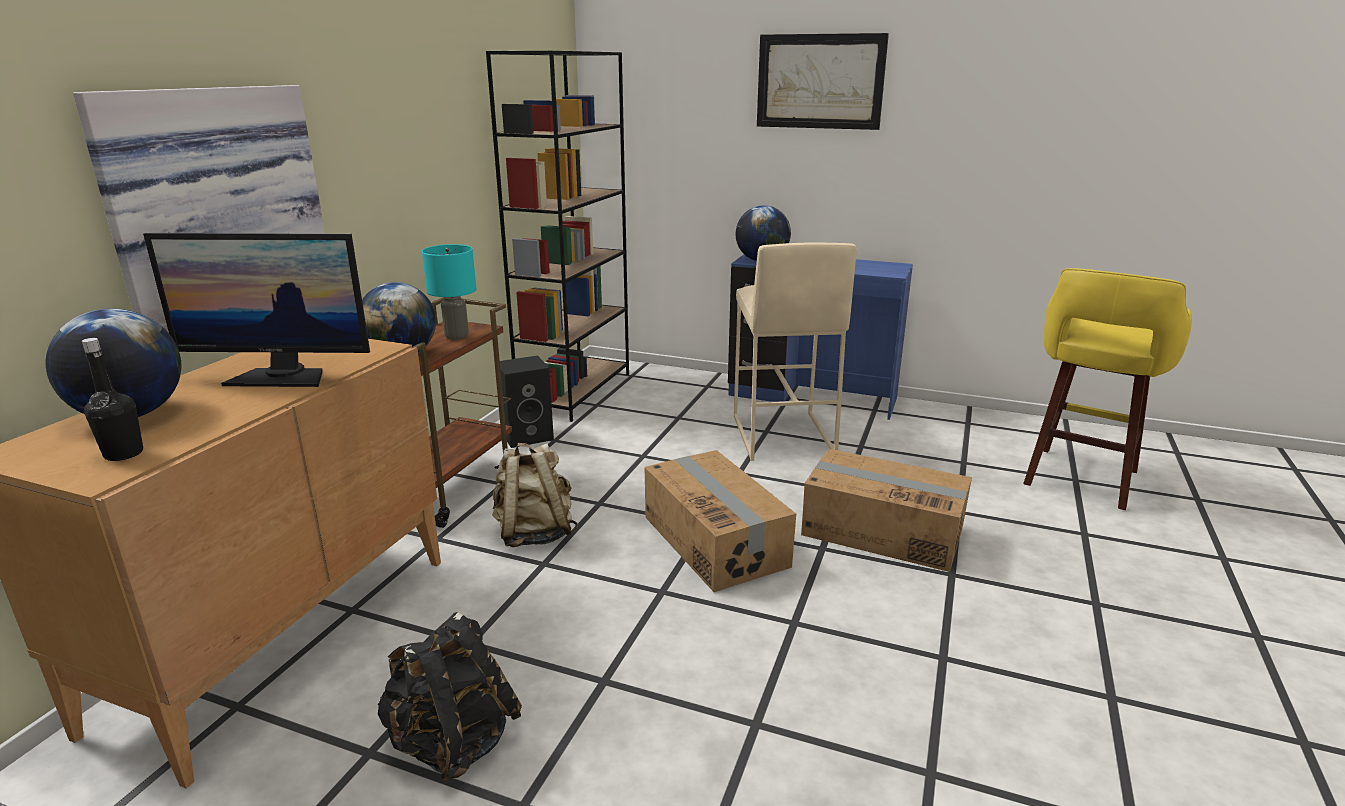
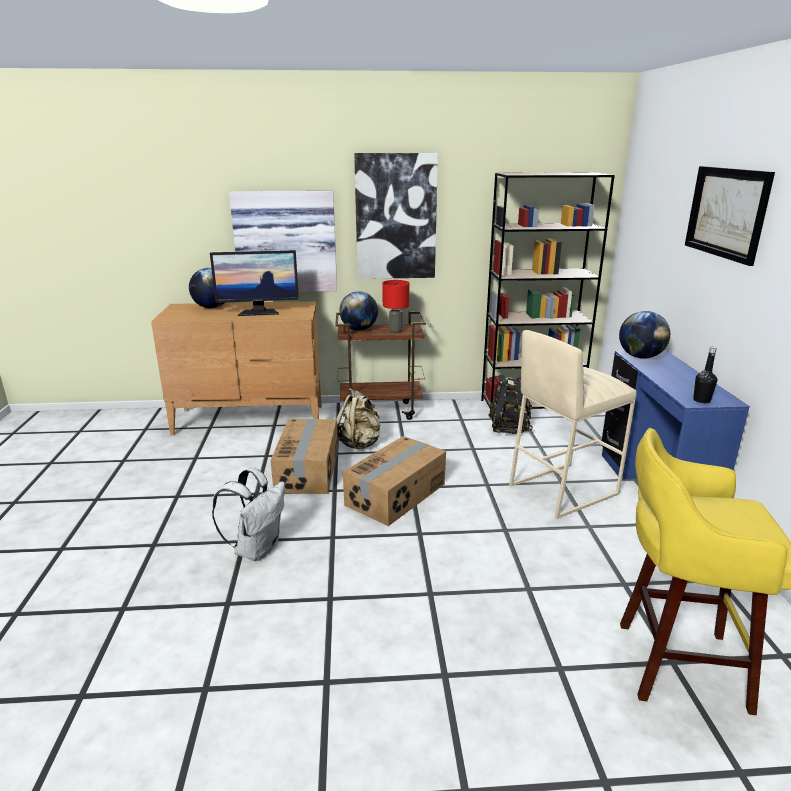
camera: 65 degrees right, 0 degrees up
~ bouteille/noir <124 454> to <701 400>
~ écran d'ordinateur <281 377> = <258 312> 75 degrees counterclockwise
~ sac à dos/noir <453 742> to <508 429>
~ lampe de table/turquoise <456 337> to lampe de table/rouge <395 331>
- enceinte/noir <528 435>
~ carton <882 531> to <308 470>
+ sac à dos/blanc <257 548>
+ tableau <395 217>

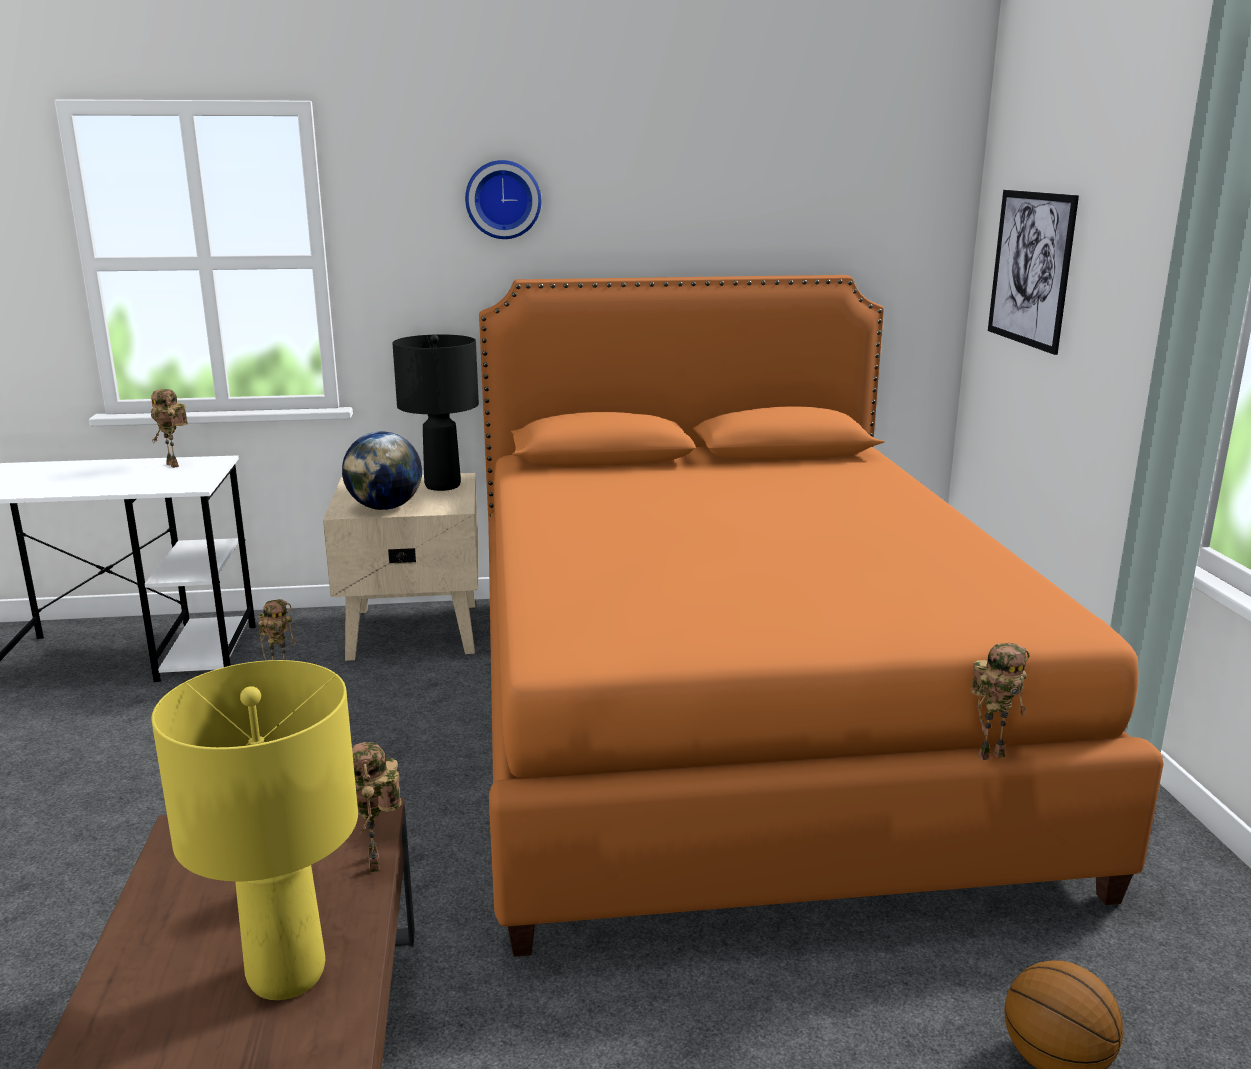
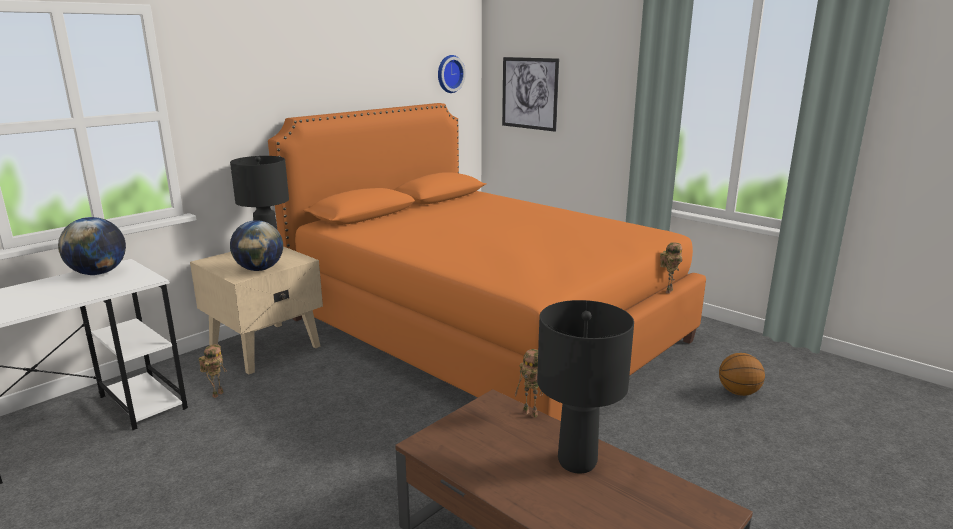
camera: 40 degrees left, 0 degrees up
~ robot jouet <175 465> to globe <98 273>
~ lampe de table/jaune <285 975> to lampe de table/noir <577 462>
~ horloge murale <503 199> to <449 74>

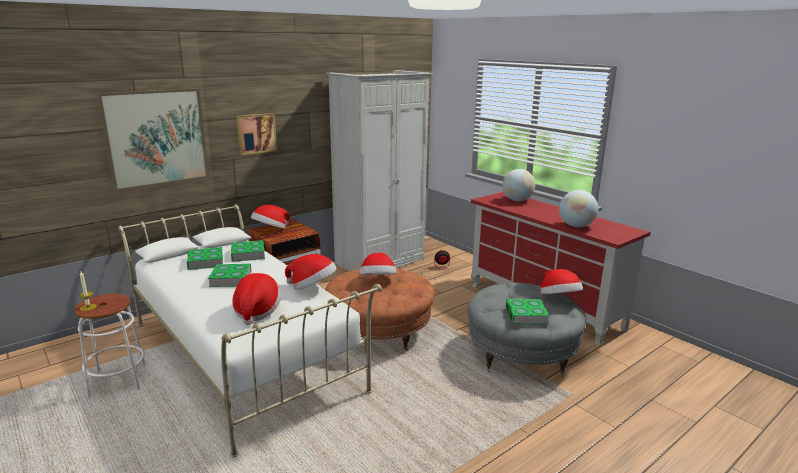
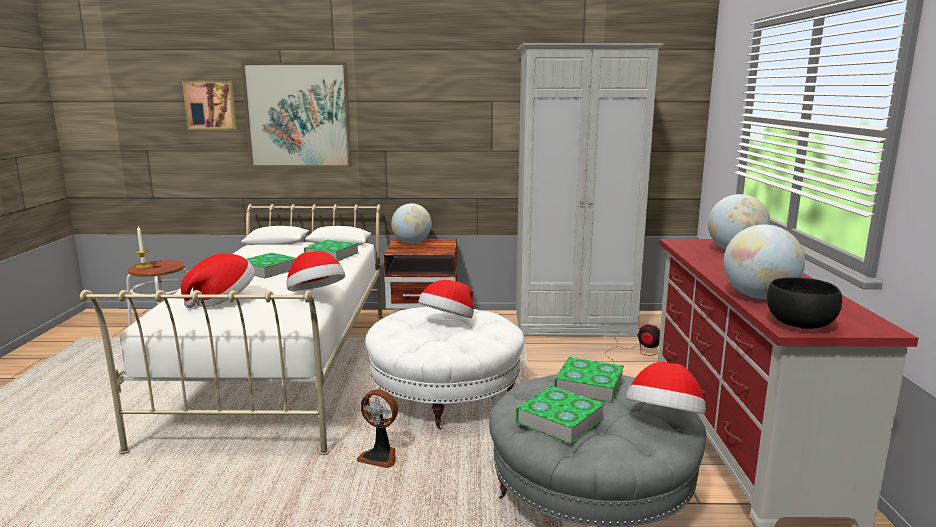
camera: 40 degrees right, 5 degrees down
~ livre <205 262> to <589 385>
~ tableau <256 133> to <210 105>
~ chapeau <270 230> to globe <411 243>
~ pouf/marron <379 331> to pouf/blanc <445 396>
+ ventilateur <380 456>
+ bol/noir <800 325>

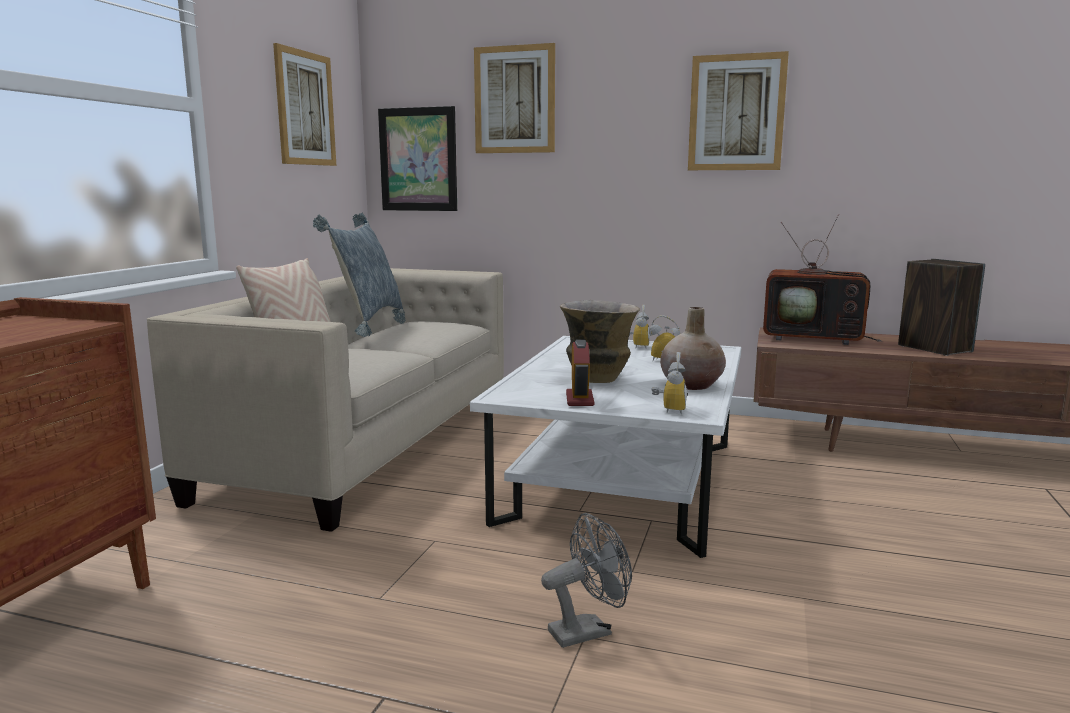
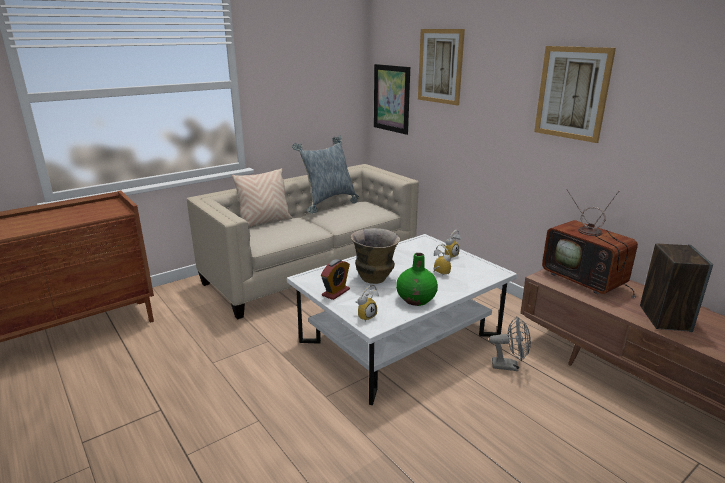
camera: 35 degrees right, 10 degrees up
- tableau <305 108>
~ ventilateur/gris <588 630> to <509 366>
~ vase/beige <692 385> to vase/vert <416 300>

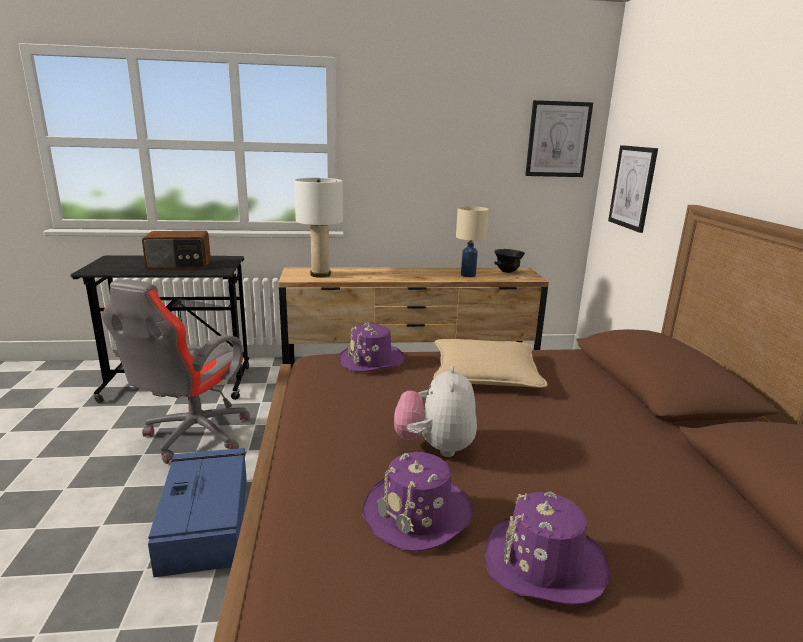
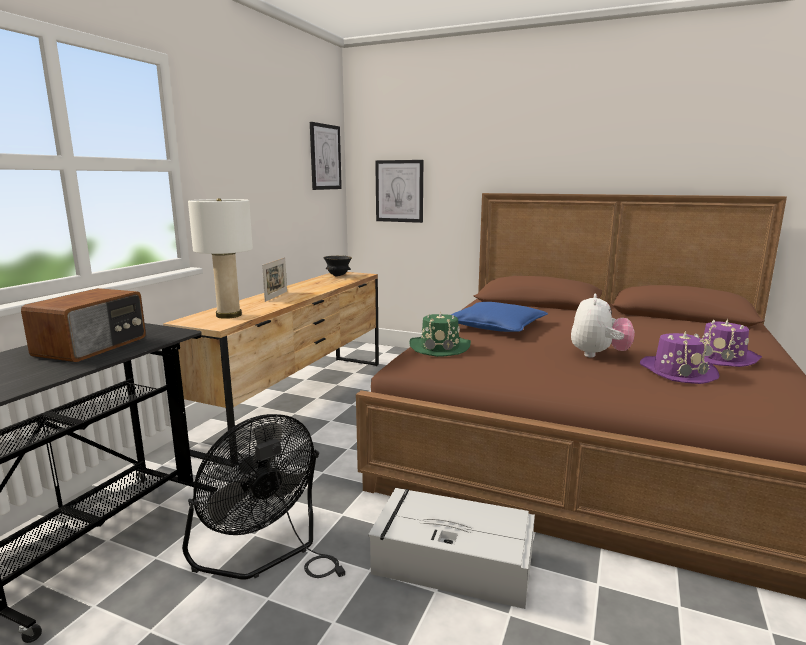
camera: 60 degrees left, 5 degrees down
~ chaise de bureau/gris <191 439> to ventilateur/noir <275 551>
~ boîte de rangement/bleu <206 520> to boîte de rangement/gris <451 561>
~ chapeau/violet <371 360> to chapeau/vert <440 347>
~ peluche <435 447> = <598 355> 105 degrees counterclockwise
~ coussin/beige <485 373> to coussin/bleu <496 325>
- lampe de table/beige <467 275>
+ cadre photo <276 296>

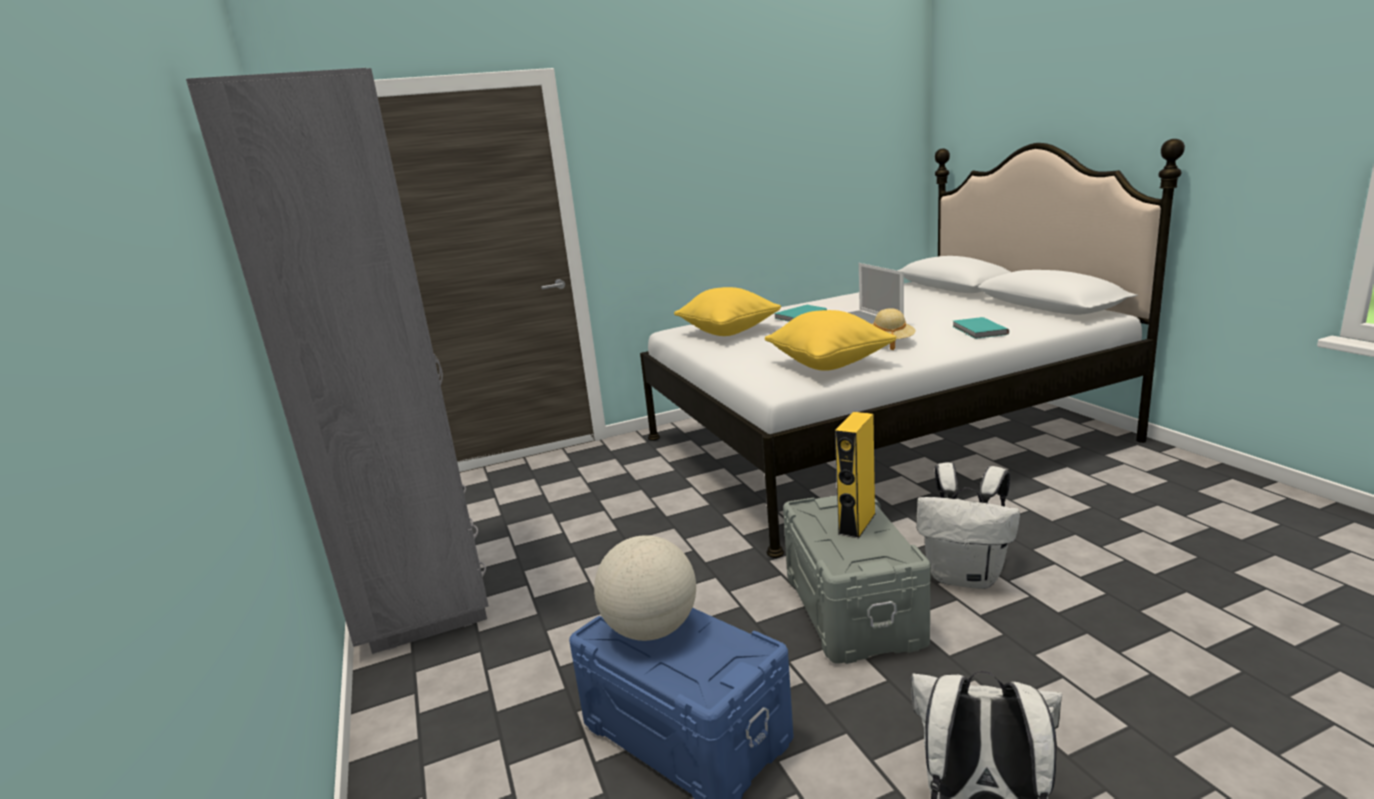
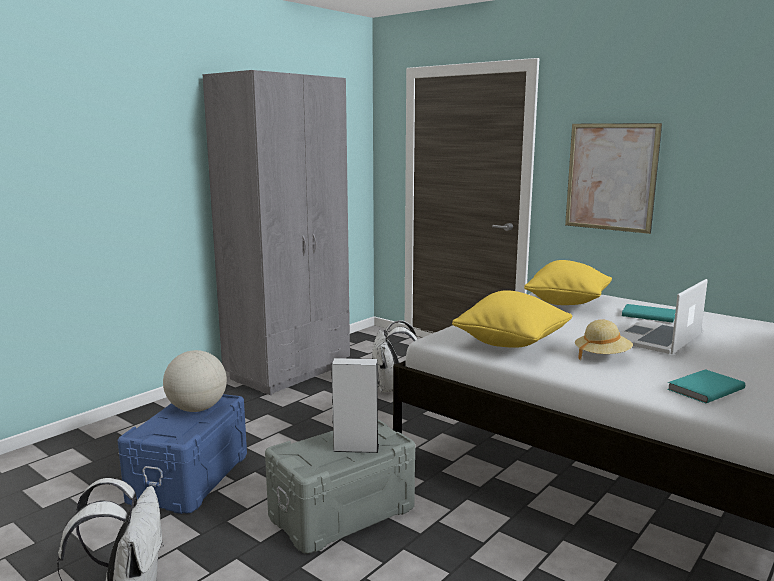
camera: 60 degrees right, 5 degrees down
~ enceinte/jaune <857 523> to enceinte/gris <356 448>
~ sac à dos/blanc <966 576> to <392 388>
+ tableau <611 177>

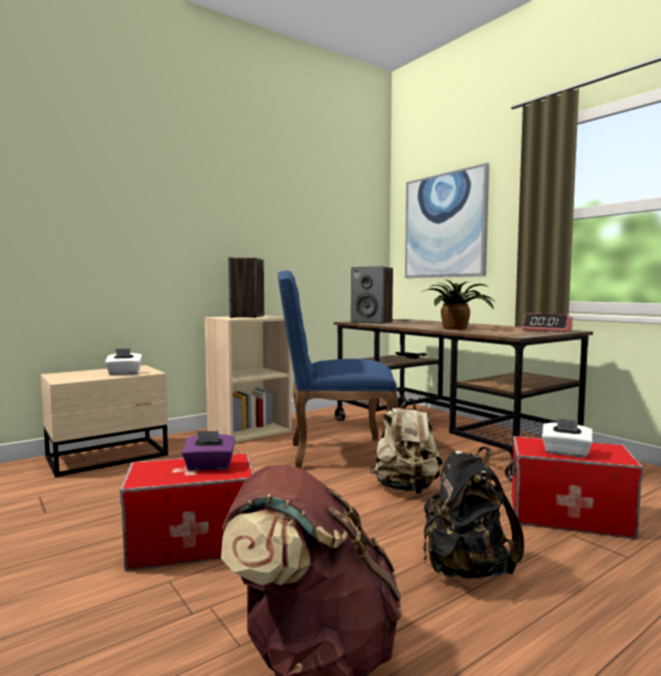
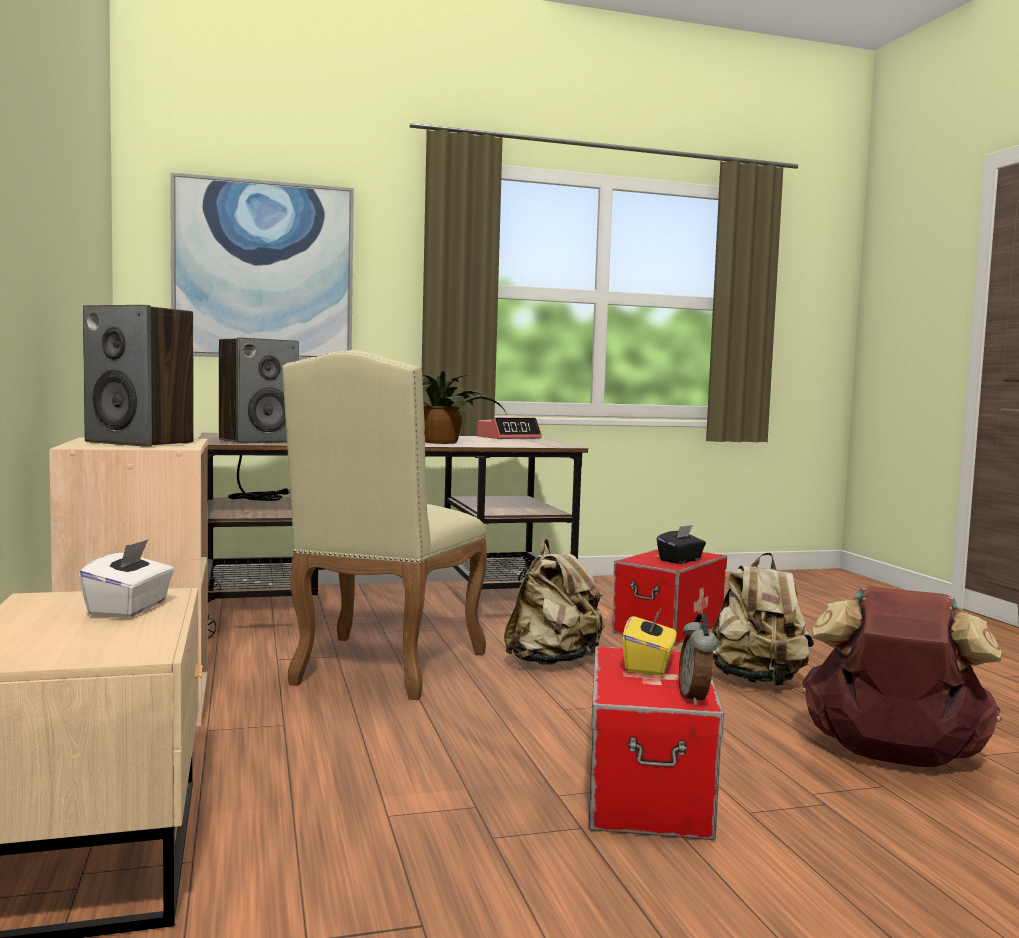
camera: 70 degrees left, 0 degrees up
~ boîte à mouchoirs/violet <209 466> to boîte à mouchoirs/jaune <649 666>
~ chaise/bleu <337 454> to chaise/beige <381 668>
~ sac à dos/noir <465 569> to sac à dos/beige <757 681>
~ boîte à mouchoirs/blanc <566 452> to boîte à mouchoirs/noir <680 560>
+ réveil <696 698>

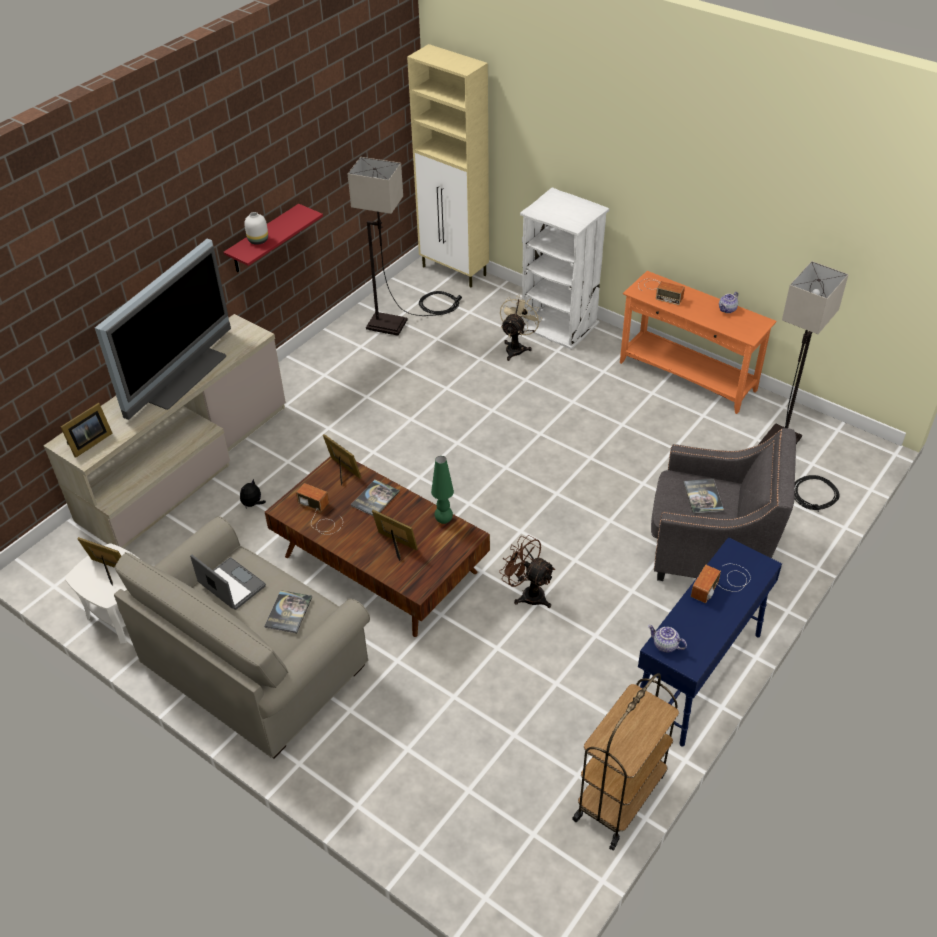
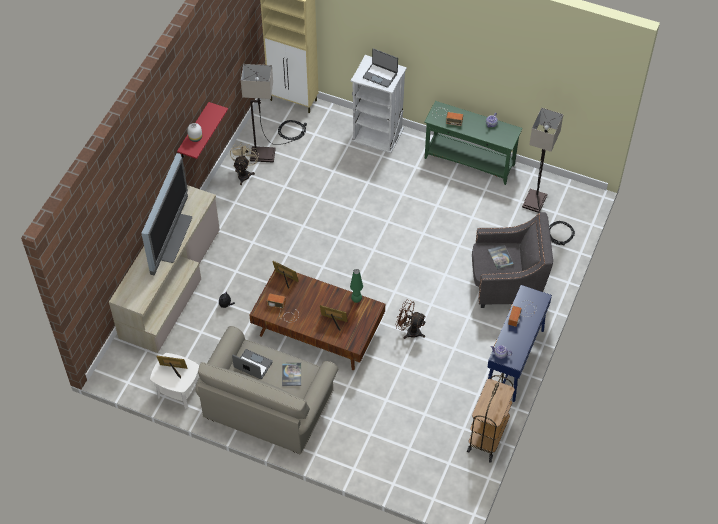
camera: 15 degrees left, 10 degrees up
- cadre photo <89 443>
- livre <375 499>
~ ventilateur/beige <517 348> to <244 173>
~ table console/orange <688 376> to table console/vert <470 161>
+ ordinateur portable <380 75>

